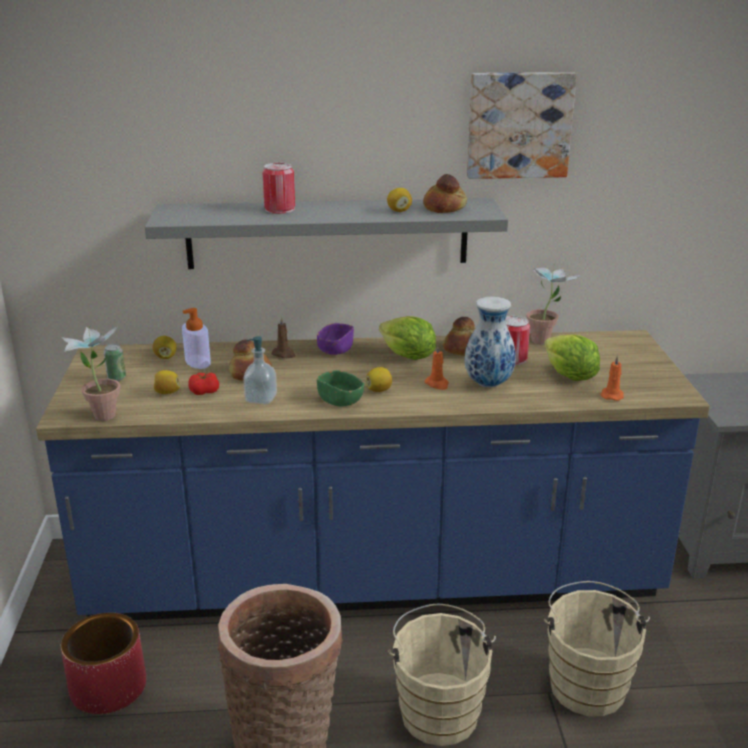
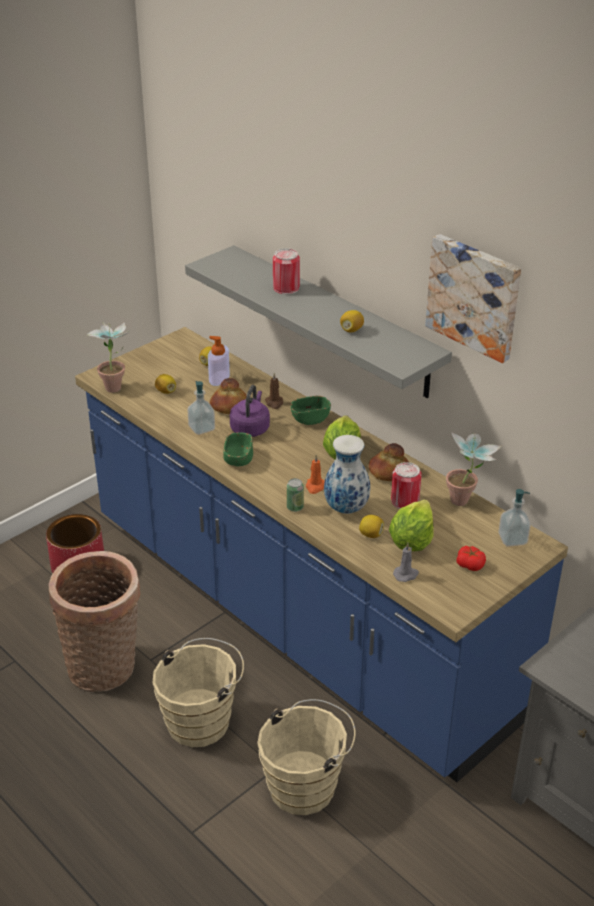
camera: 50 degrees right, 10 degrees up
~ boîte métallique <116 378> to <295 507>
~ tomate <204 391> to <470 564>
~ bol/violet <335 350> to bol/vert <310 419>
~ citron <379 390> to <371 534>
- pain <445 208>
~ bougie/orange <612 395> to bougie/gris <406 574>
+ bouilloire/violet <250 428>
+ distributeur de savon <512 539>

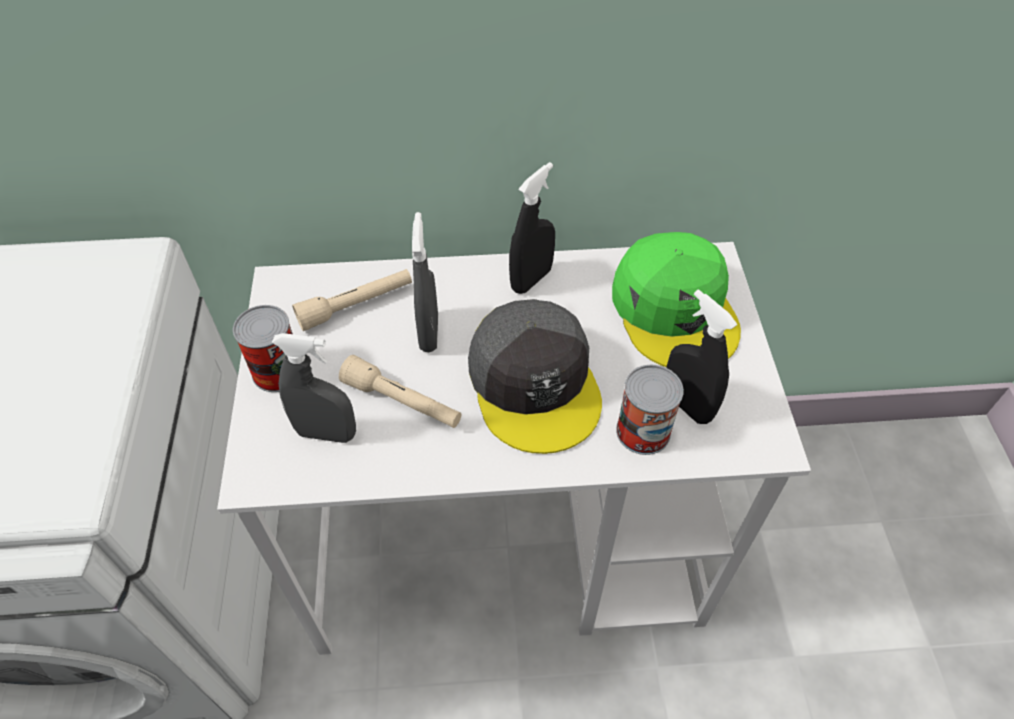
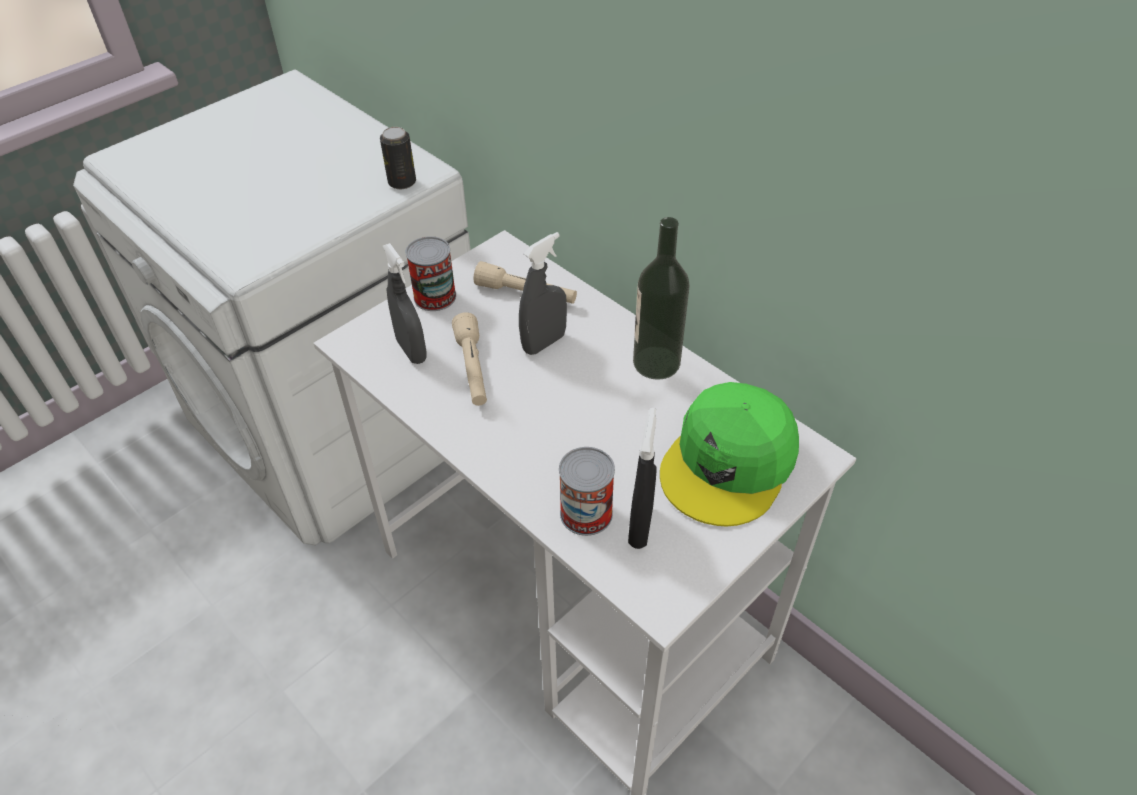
camera: 50 degrees right, 5 degrees down
- casquette/gris <535 383>
~ vaporisateur/noir <531 279> to bouteille <656 362>
+ boîte métallique <402 182>

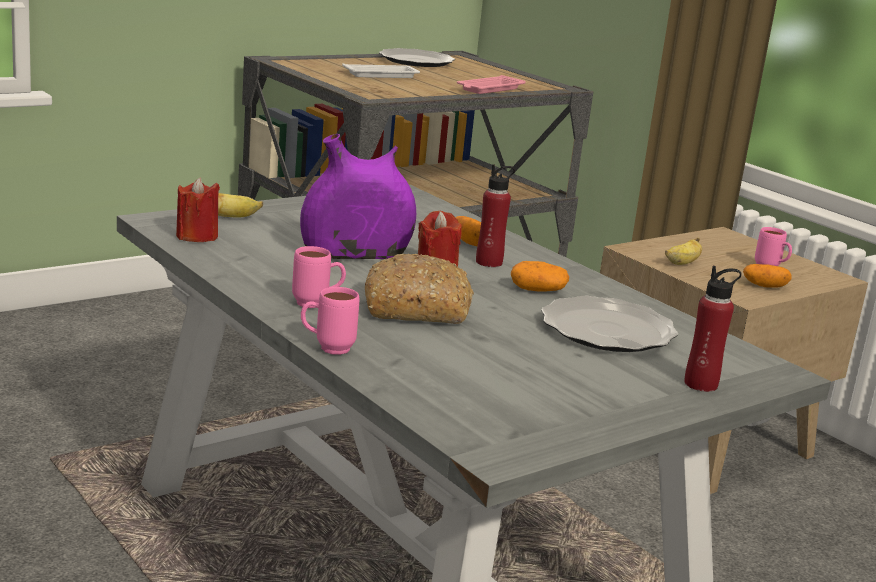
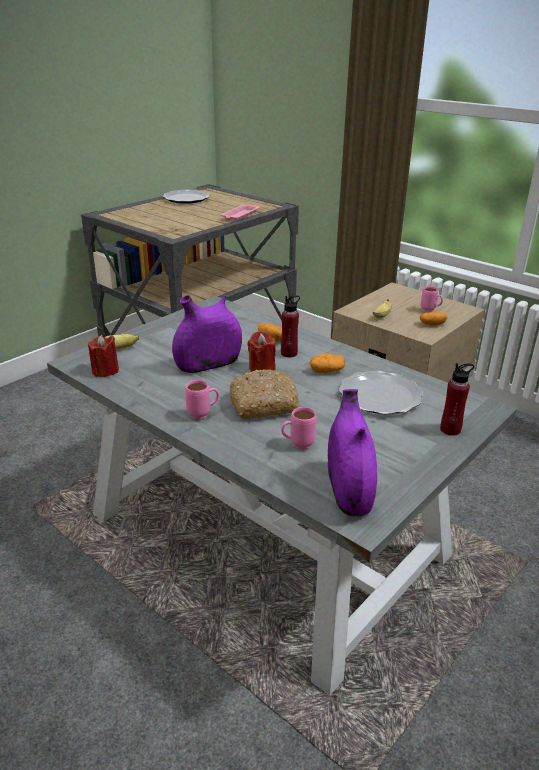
camera: 10 degrees left, 10 degrees up
~ mug/rose <327 349> to <297 445>
- plateau/blanc <382 75>
+ vase/violet <348 491>

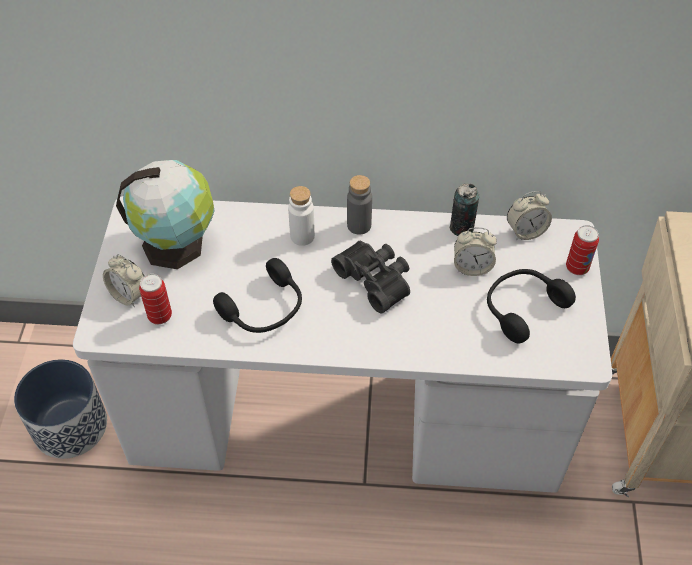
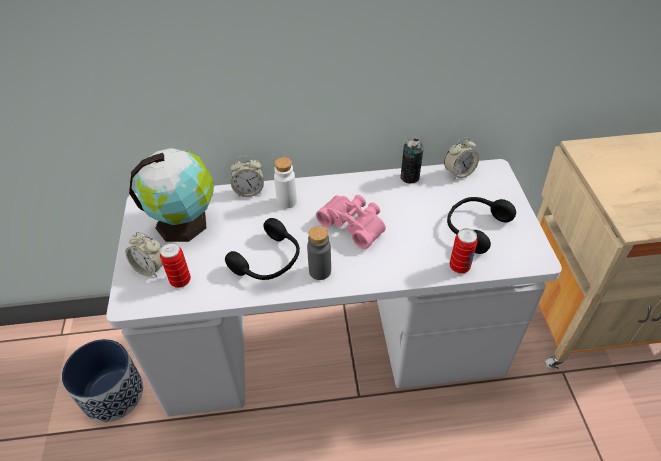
camera: 10 degrees left, 5 degrees down
~ jumelles/noir <376 279> to jumelles/rose <354 224>
~ bouteille/gris <359 225> to <320 271>
~ réveil <472 267> to <249 191>
~ boîte métallique <577 268> to <459 267>

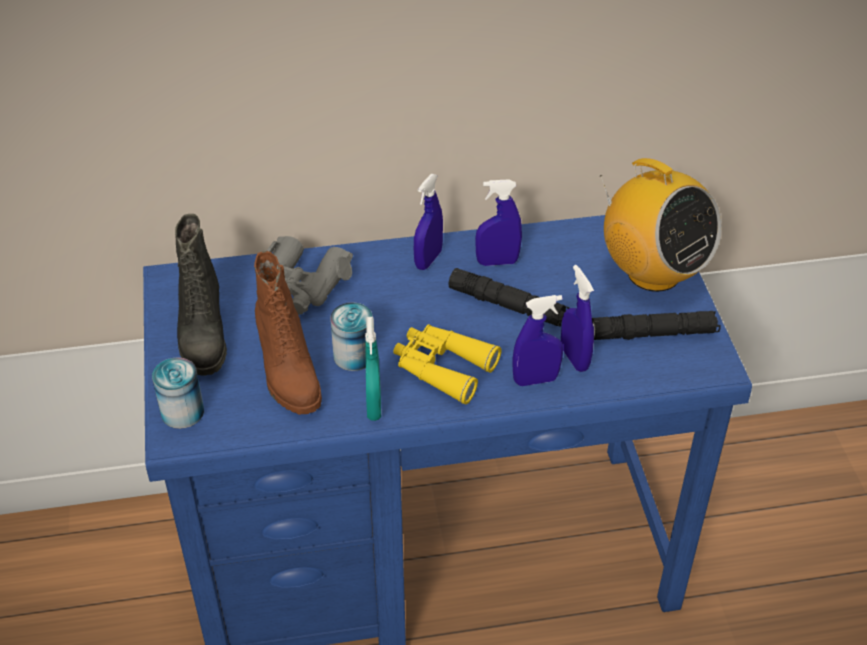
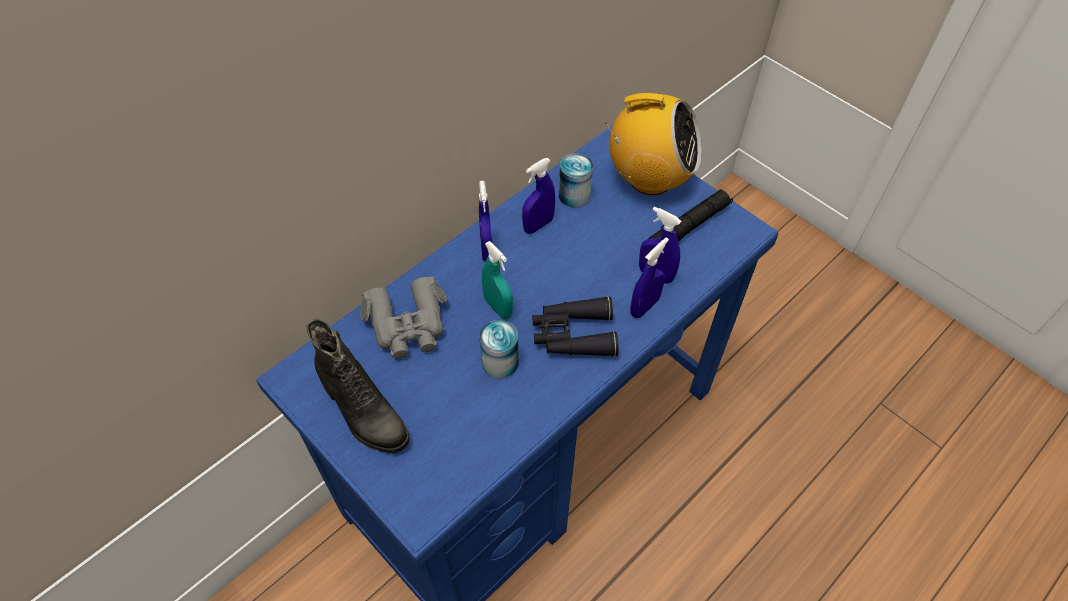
camera: 35 degrees left, 10 degrees up
~ boîte métallique <182 412> to <574 195>
- botte/marron <287 374>
~ vaporisateur/turquoise <374 406> to <498 307>
~ jumelles/jaune <442 368> to jumelles/noir <573 334>
- lampe de poche/noir <507 305>

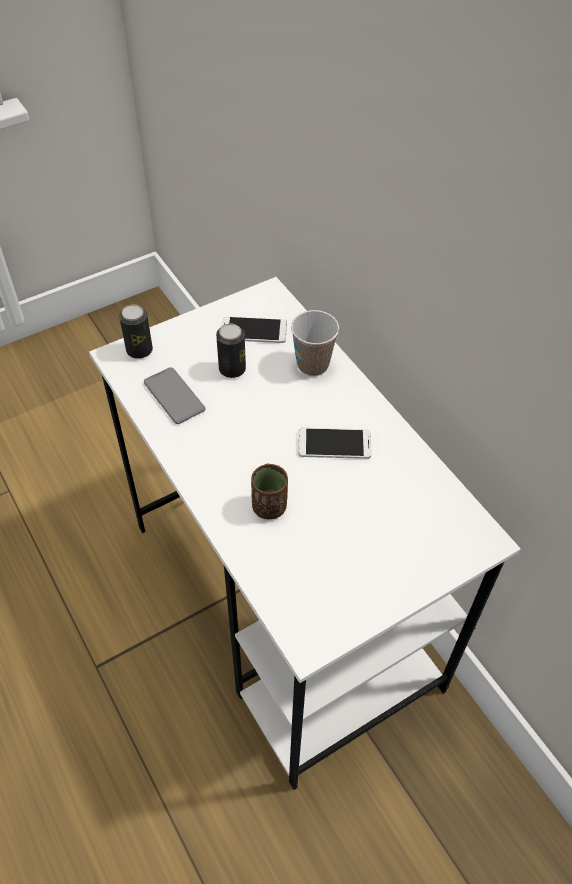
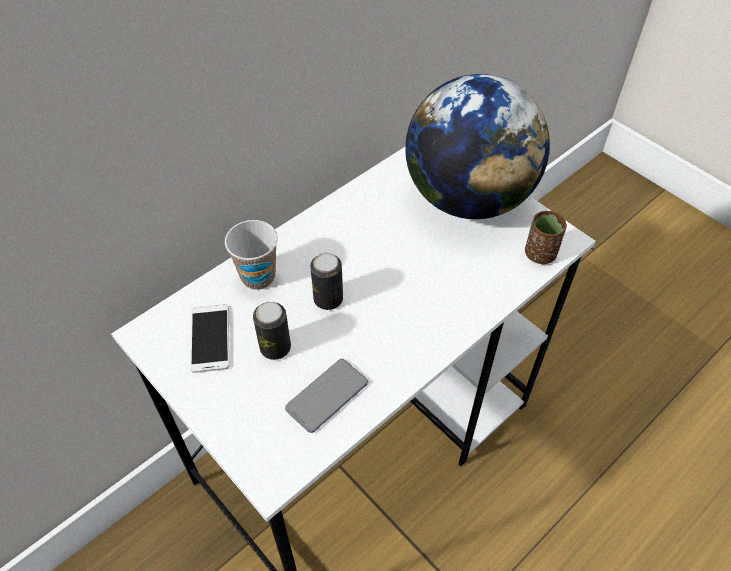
camera: 100 degrees left, 0 degrees up
~ boîte métallique <139 350> to <328 299>
~ tasse/marron <269 507> to <540 254>
- téléphone <334 444>
+ globe <468 197>

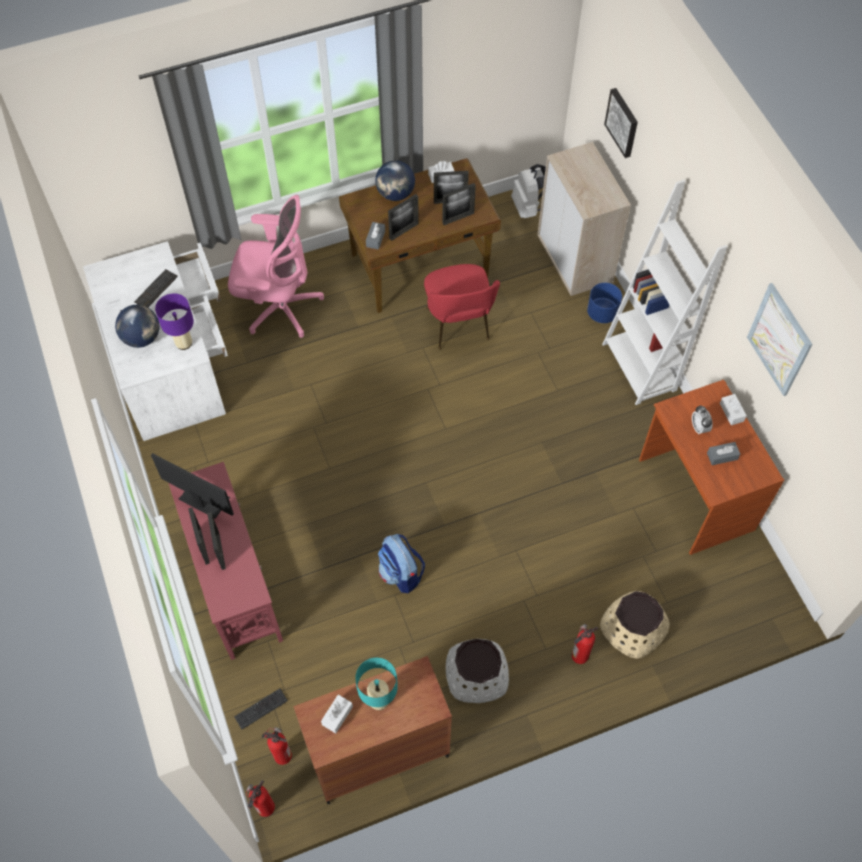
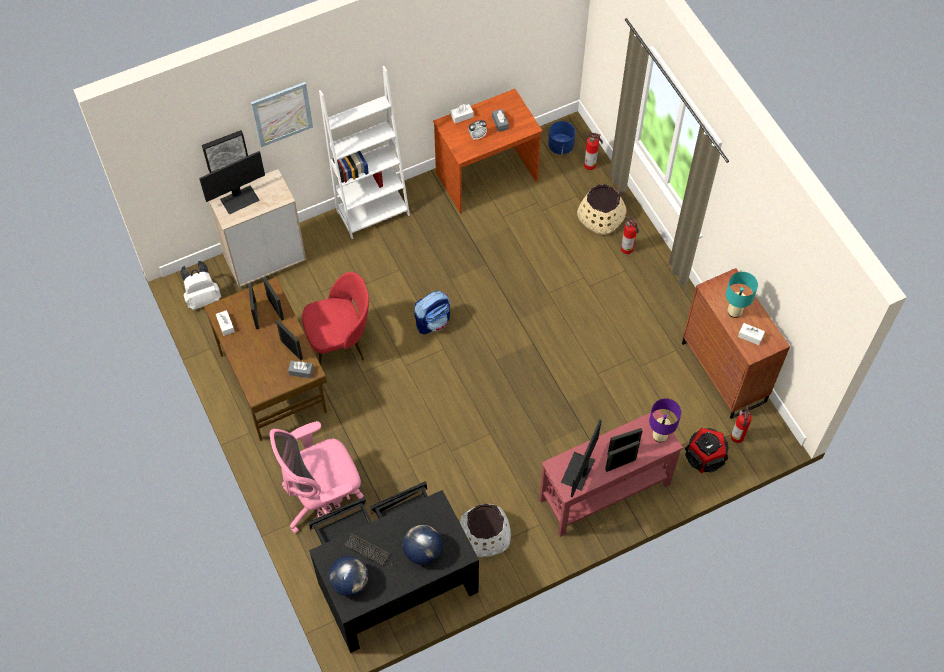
camera: 95 degrees left, 0 degrees up
~ bureau/blanc <173 364> to bureau/noir <393 580>
~ lampe de table/violet <184 343> to <659 435>
~ chaise de bureau/rose <276 308> = <324 499> 120 degrees counterclockwise
~ clavier <261 709> to enceinte <705 457>
~ extincteur <264 808> to <590 165>
~ globe <396 194> to <350 582>
~ sac à dos <401 573> to <433 322>
~ cache-pot/blanc <476 674> to <485 534>
~ cache-pot/bleu <602 313> to <561 146>
~ tableau <779 340> to <282 114>
+ écran d'ordinateur <239 199>

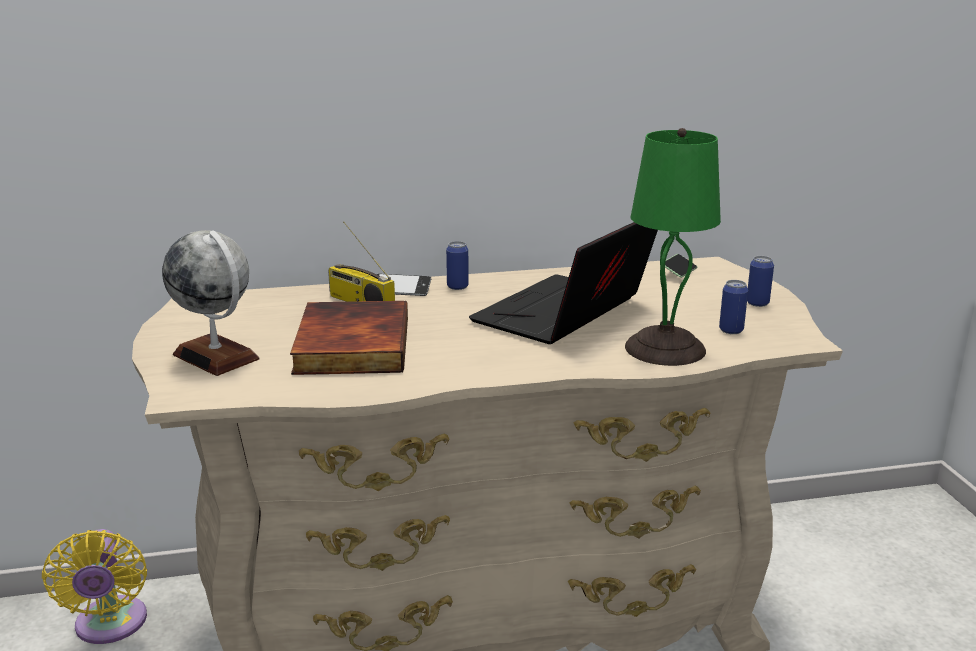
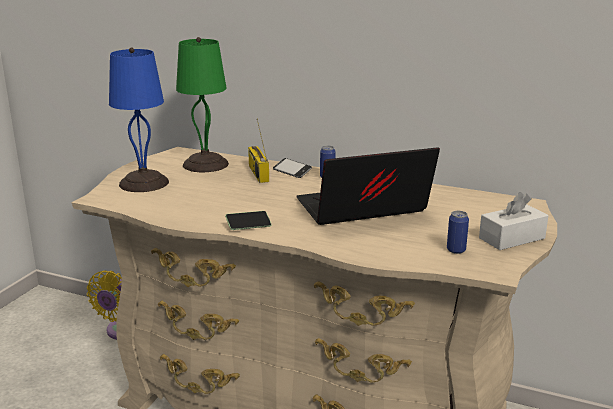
camera: 35 degrees right, 0 degrees up
~ globe <216 357> to lampe de table/bleu <143 183>
- livre <349 345>
~ lampe de table/vert <667 348> to <206 164>
~ téléphone <678 273> to <248 226>
~ boîte métallique <757 303> to boîte à mouchoirs/blanc <512 238>

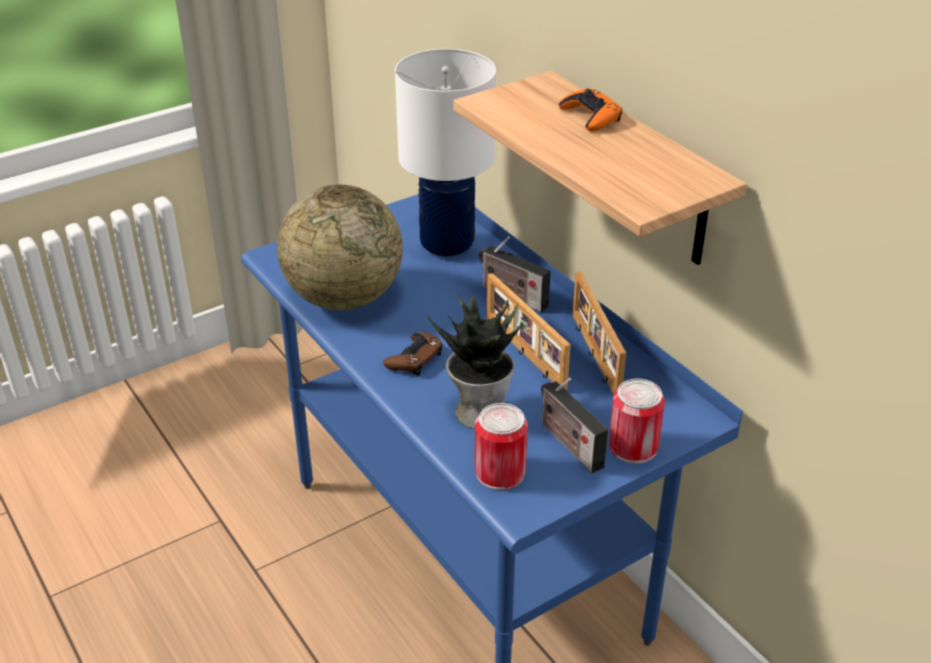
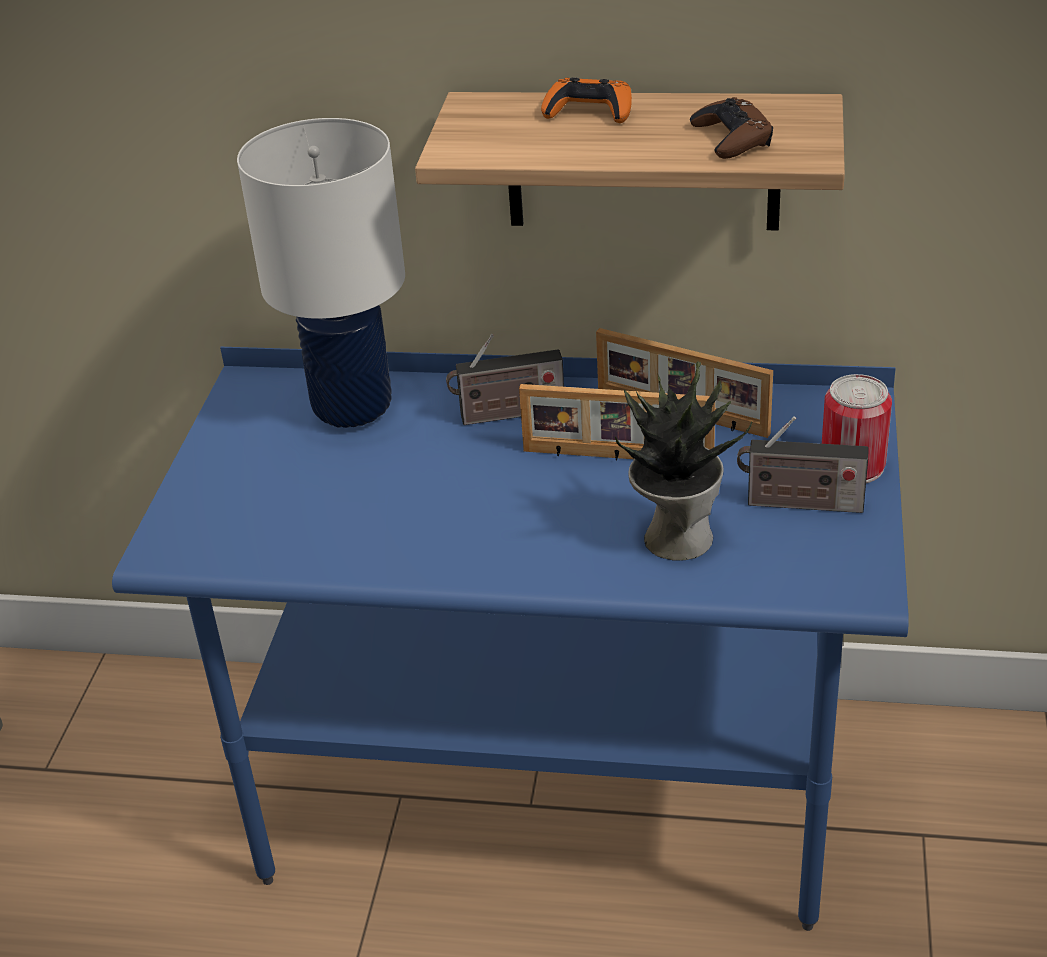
camera: 45 degrees left, 0 degrees up
- globe <343 298>
~ manette/marron <414 359> to <732 138>
- boîte métallique <500 472>

